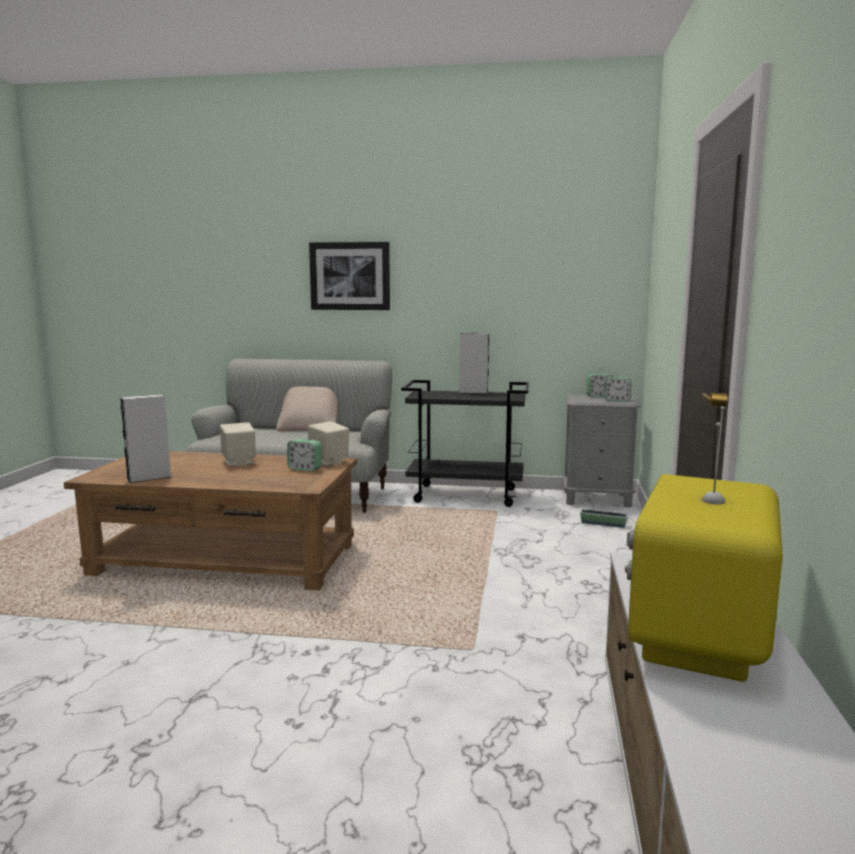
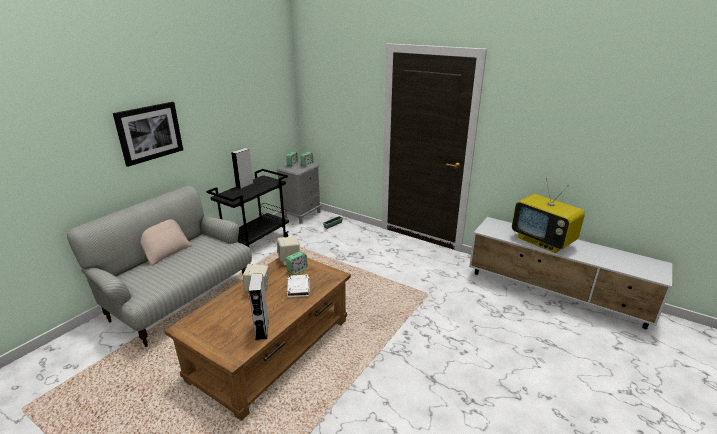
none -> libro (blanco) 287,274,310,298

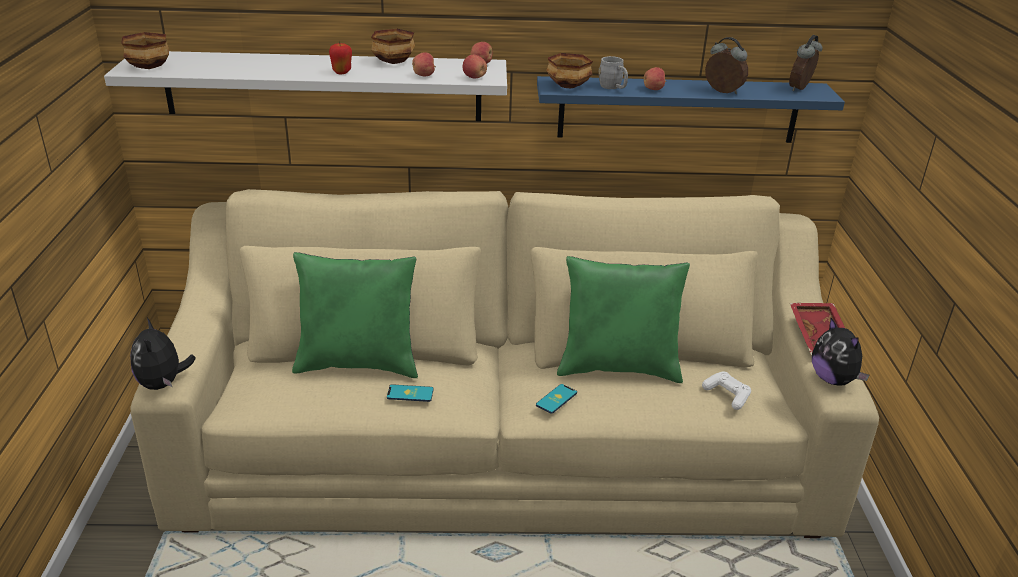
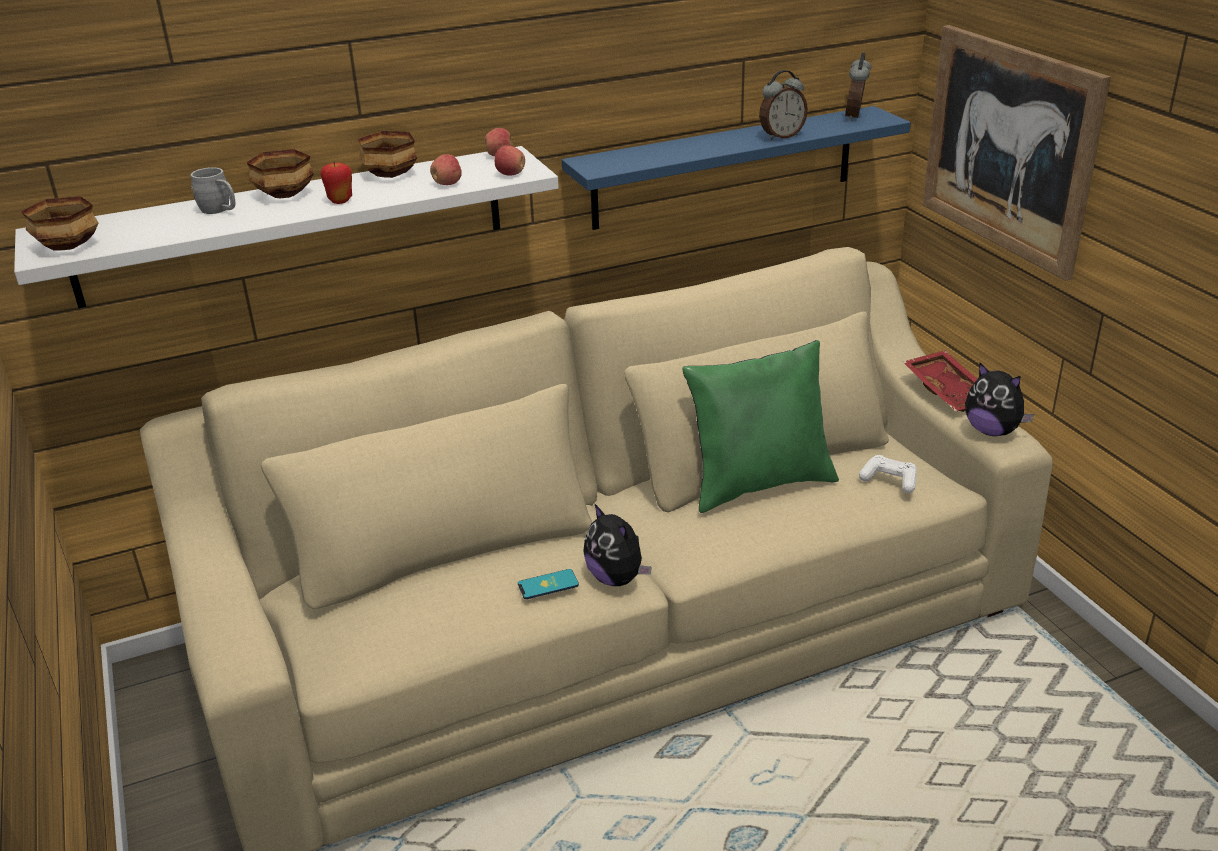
peluche 130,318,196,390 -> peluche 583,503,651,586, move
cojín (verde) 292,252,418,378 -> none
móvil 536,384,577,414 -> none
cuenco 546,53,593,88 -> cuenco 246,149,314,198, move
taza grande (gris) 599,56,628,89 -> taza grande (gris) 191,167,236,214, move
manzana 644,67,666,90 -> none
despertador 705,37,748,94 -> despertador 759,70,808,141, 135 degrees clockwise
none -> cuadro 923,25,1111,281

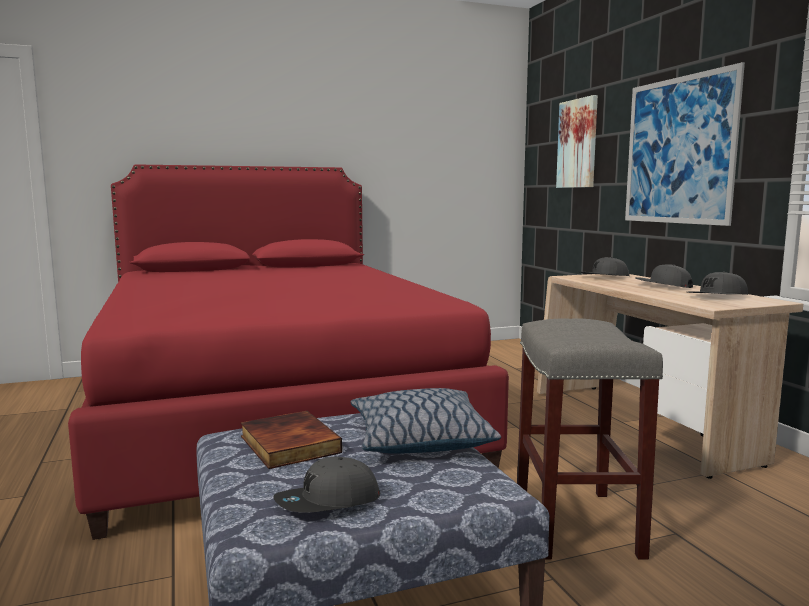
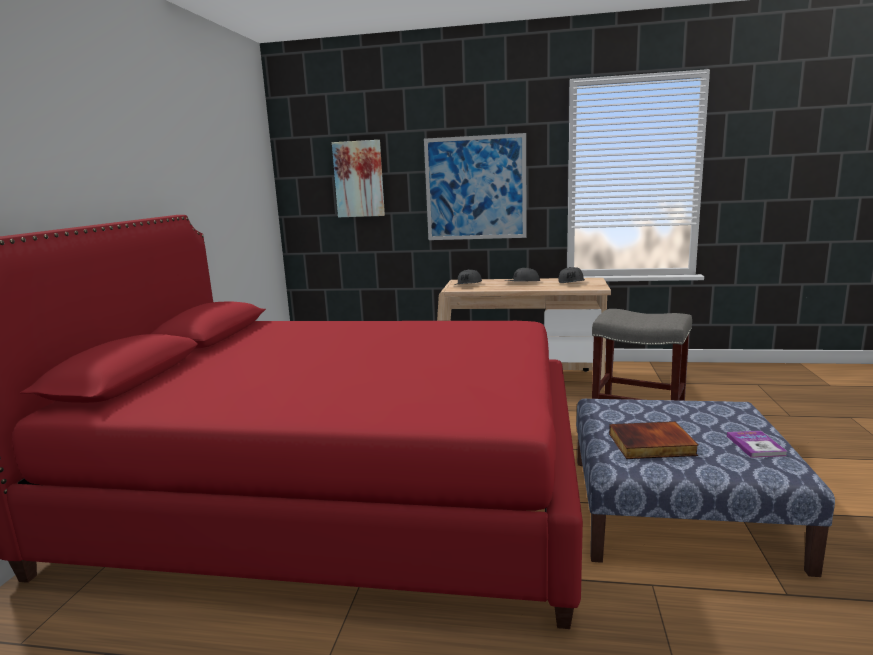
gorra (gris) 274,457,380,513 -> libro 727,431,787,458
cojín 351,388,501,454 -> none

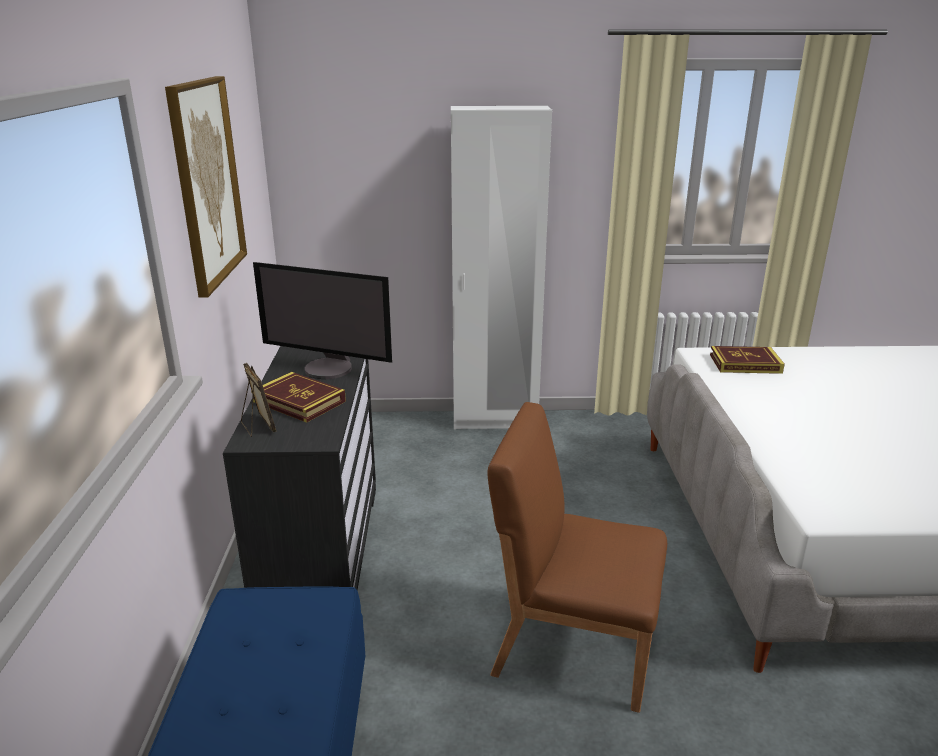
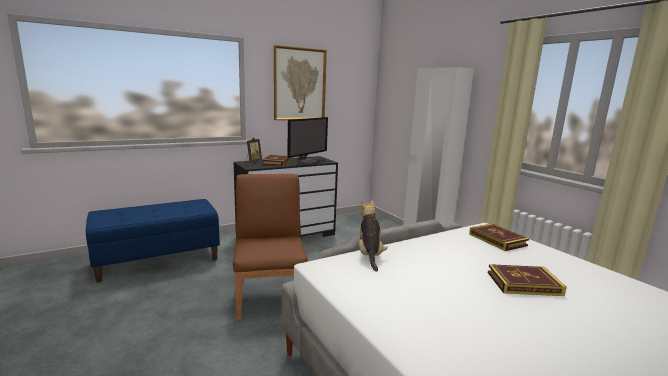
monitor 253,262,392,379 -> monitor 288,117,328,164, 135 degrees counterclockwise
none -> peluche 359,200,388,272
none -> libro 488,264,567,296

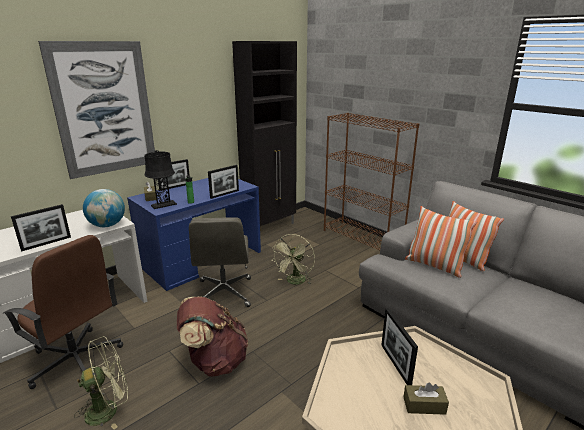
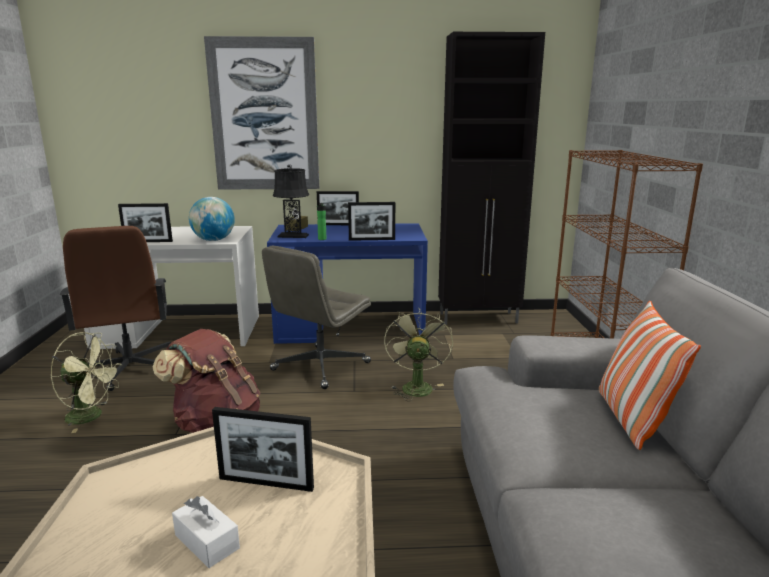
ventilador (verde) 272,234,315,285 -> ventilador (verde) 384,307,453,401, 120 degrees clockwise
portarretratos 381,308,418,385 -> portarretratos 212,407,314,492, 105 degrees counterclockwise
caja de pañuelos (marrón) 403,382,449,415 -> caja de pañuelos (blanco) 172,496,240,568
cojín 405,206,477,278 -> none

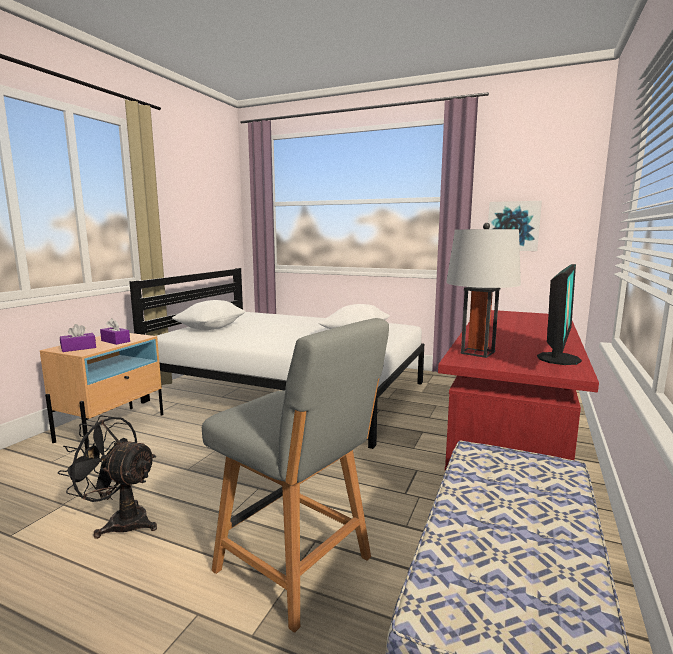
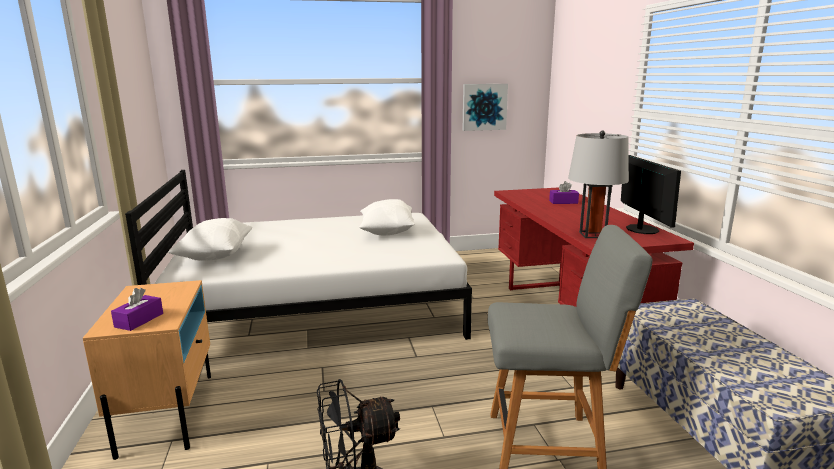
caja de pañuelos (morado) 100,318,130,345 -> caja de pañuelos (morado) 549,181,579,204, move

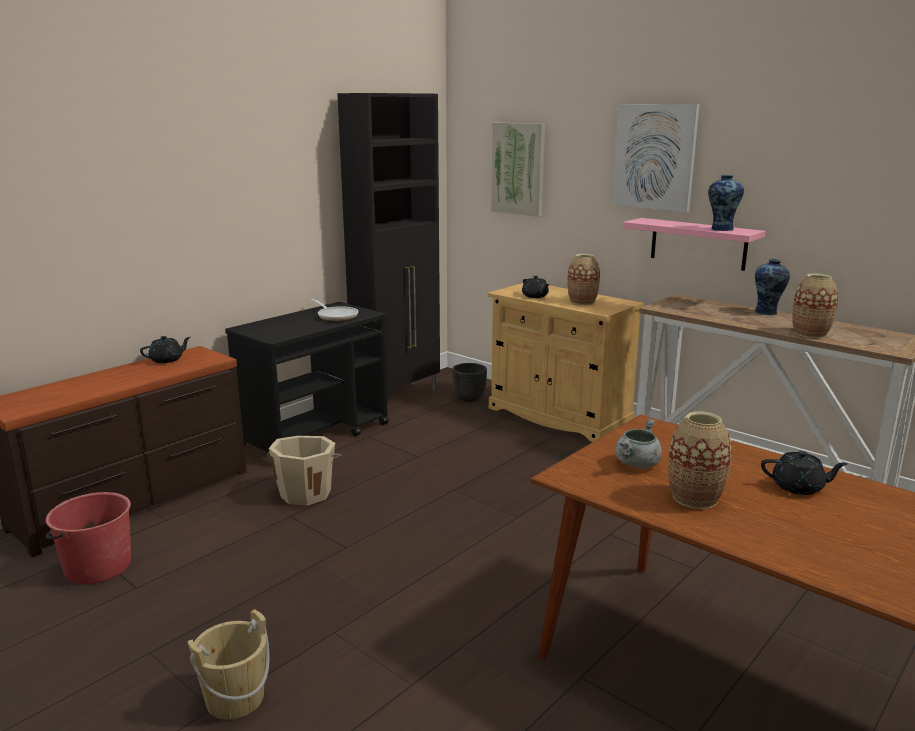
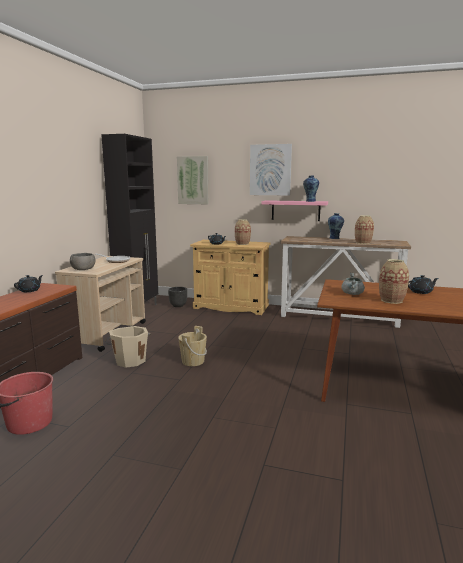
cubo (beis) 187,609,269,720 -> cubo (beis) 178,326,207,366, move
carrito (negro) 225,302,389,452 -> carrito (beis) 55,256,146,352
none -> cuenco (gris) 70,253,96,270

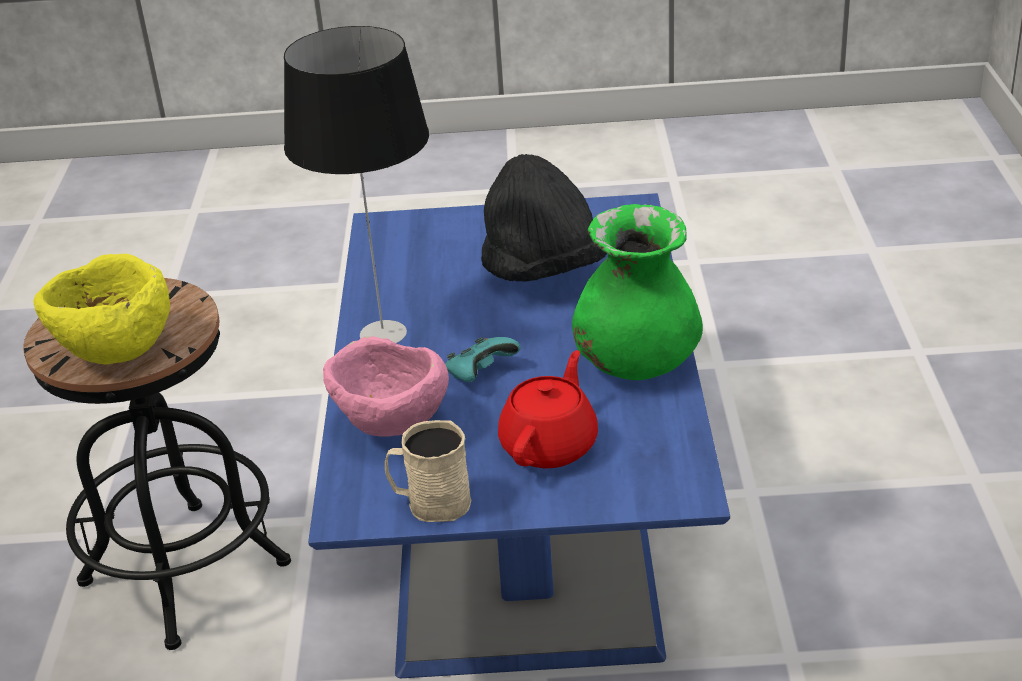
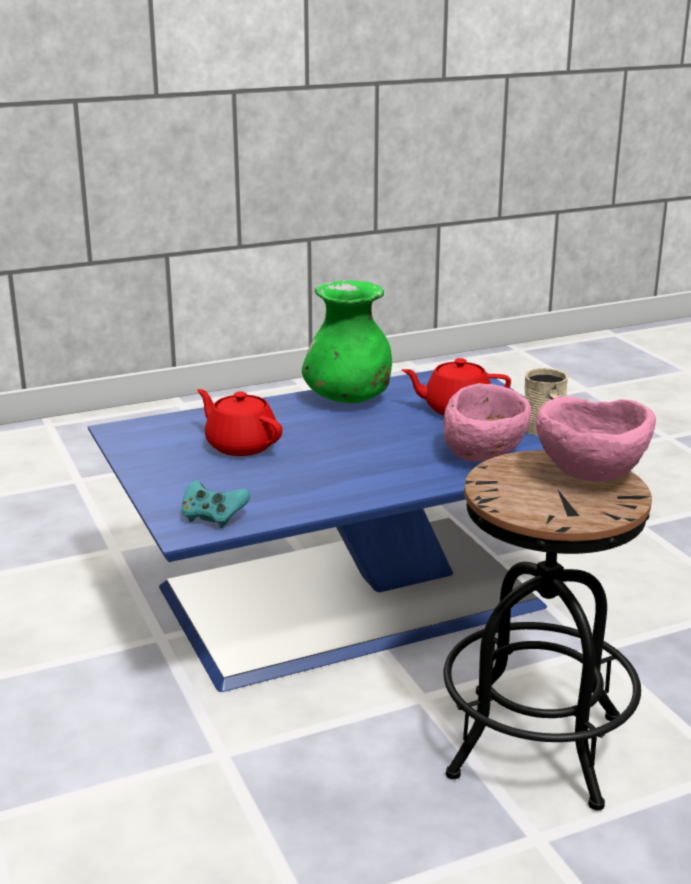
cuenco (amarillo) 33,254,170,365 -> cuenco (rosa) 535,396,656,481
lámpara de mesa 284,26,429,343 -> none
mando de consola (turquesa) 446,337,521,382 -> mando de consola (turquesa) 182,480,250,528, move
sombrero (negro) 481,154,607,282 -> tetera (rojo) 197,389,282,456

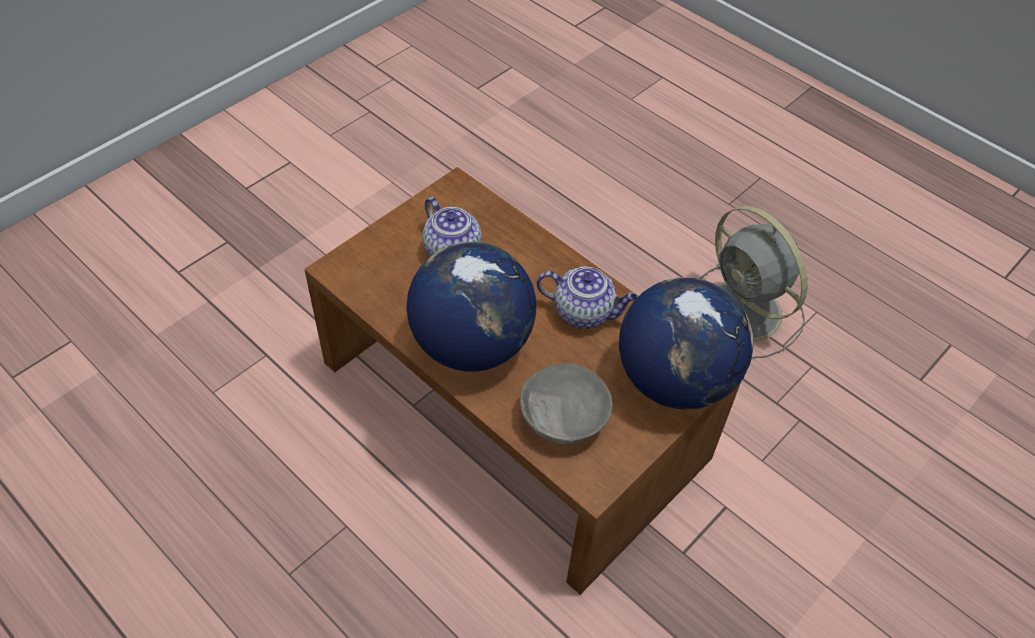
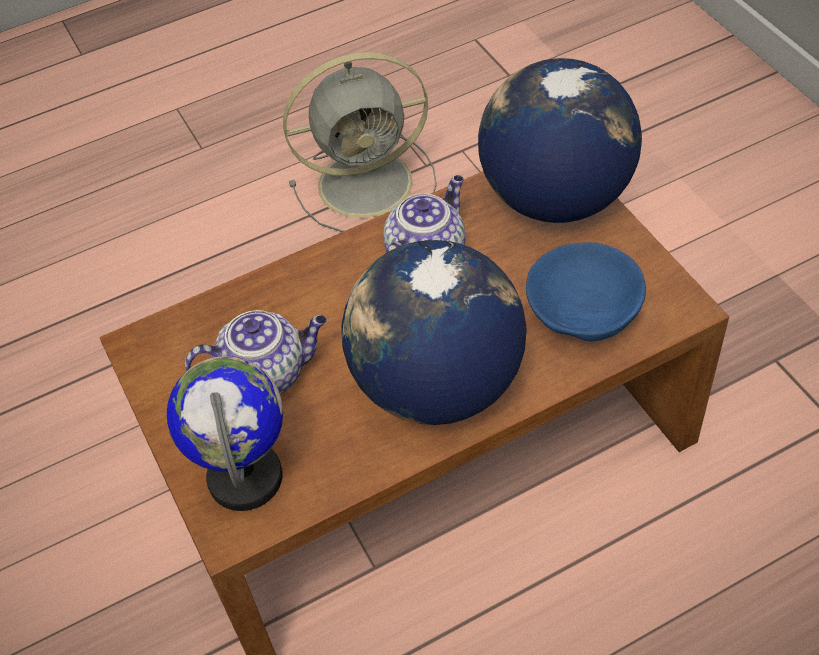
cuenco (gris) 520,364,612,445 -> cuenco (azul) 526,242,646,342
none -> globo terráqueo 167,356,283,511

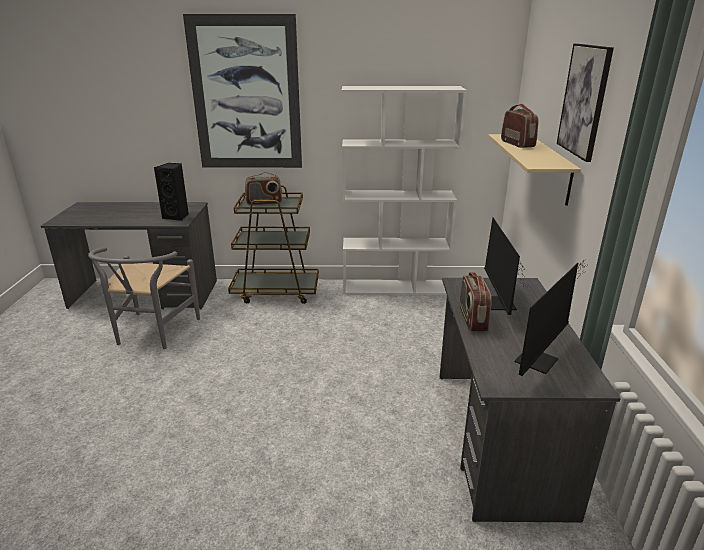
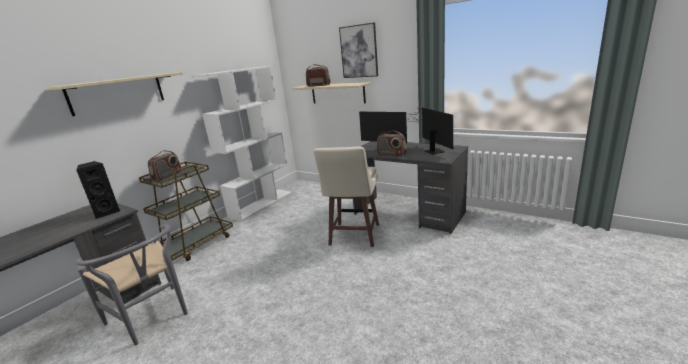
cuadro 183,14,302,168 -> estante (beis) 47,72,183,116
none -> taburete (beis) 314,147,379,247

